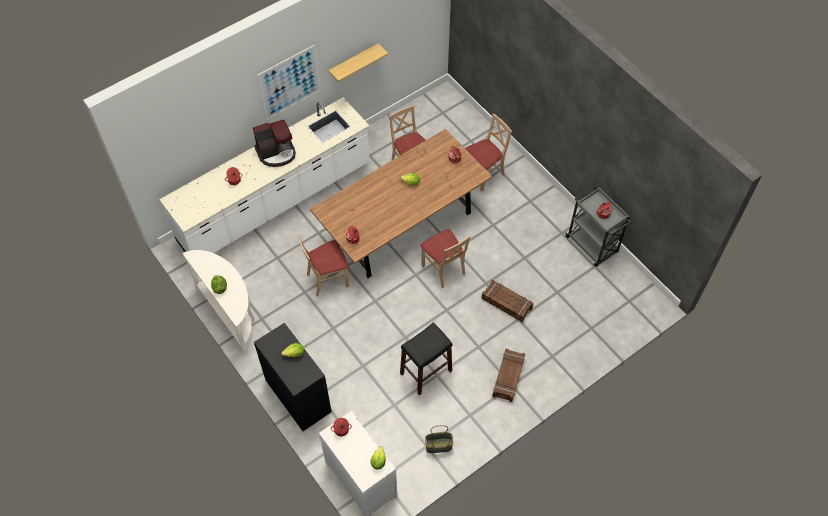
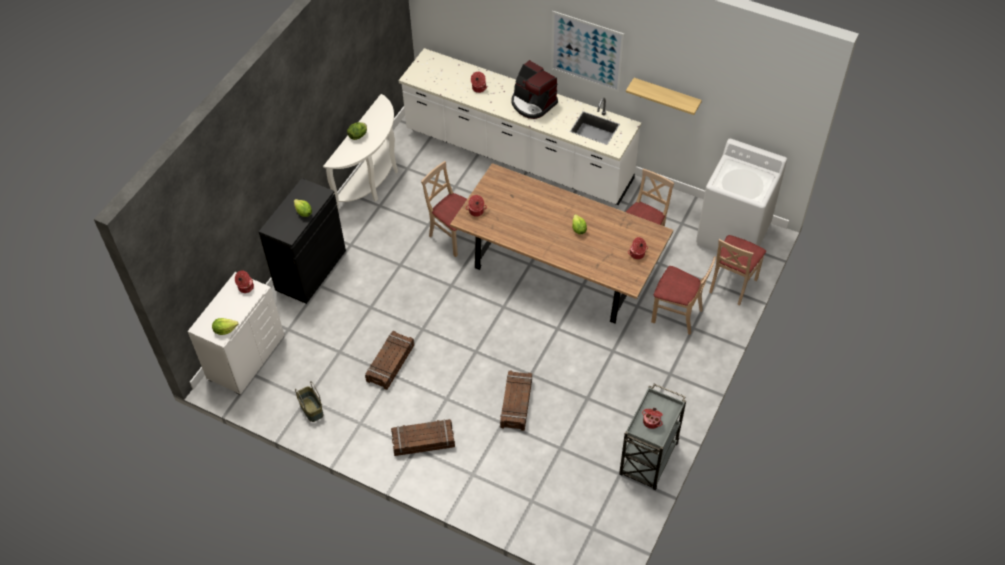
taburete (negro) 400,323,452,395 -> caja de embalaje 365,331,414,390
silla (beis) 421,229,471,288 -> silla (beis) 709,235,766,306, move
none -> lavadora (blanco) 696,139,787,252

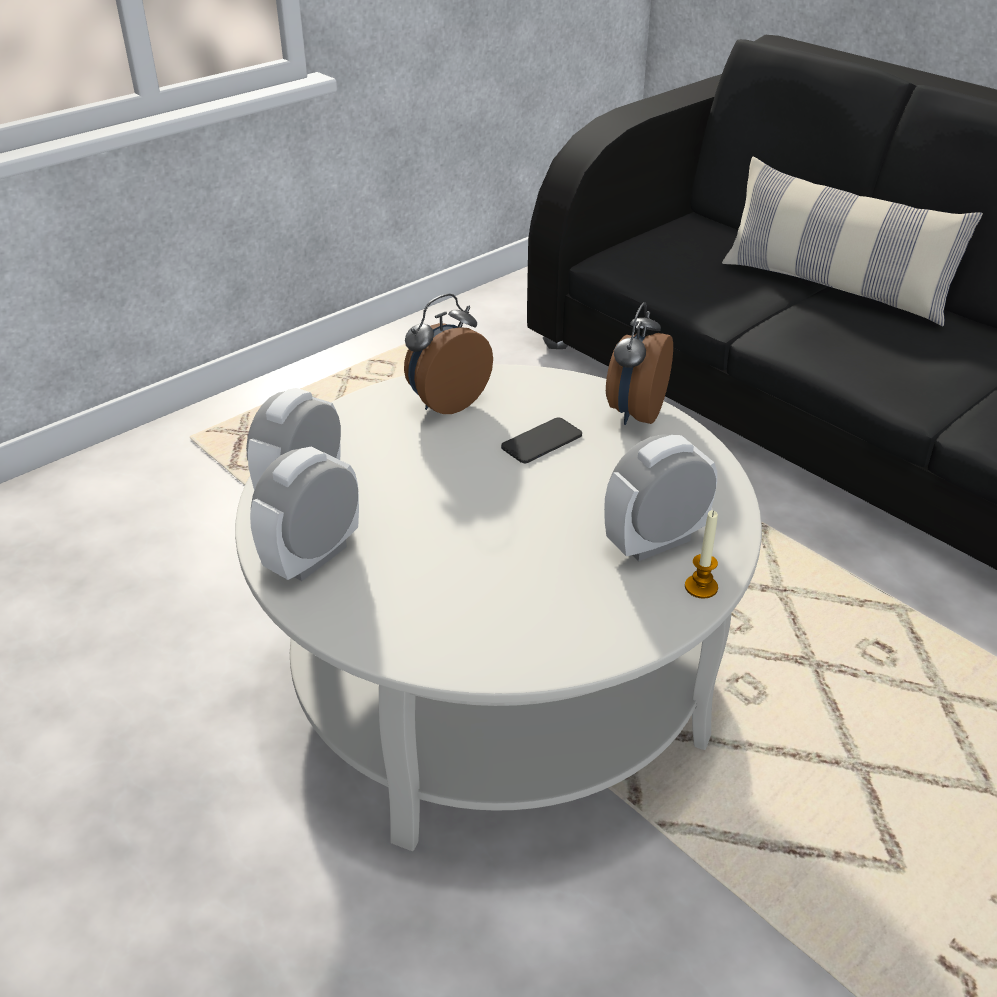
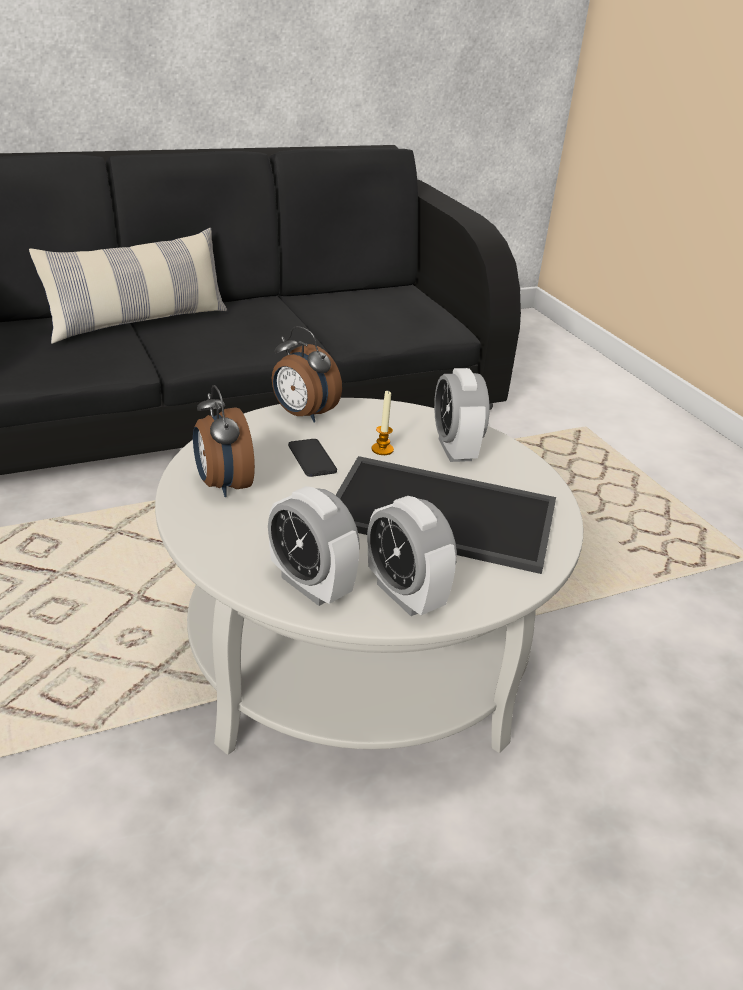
vela 685,510,718,599 -> vela 371,390,394,455, move
none -> bandeja 336,456,556,574

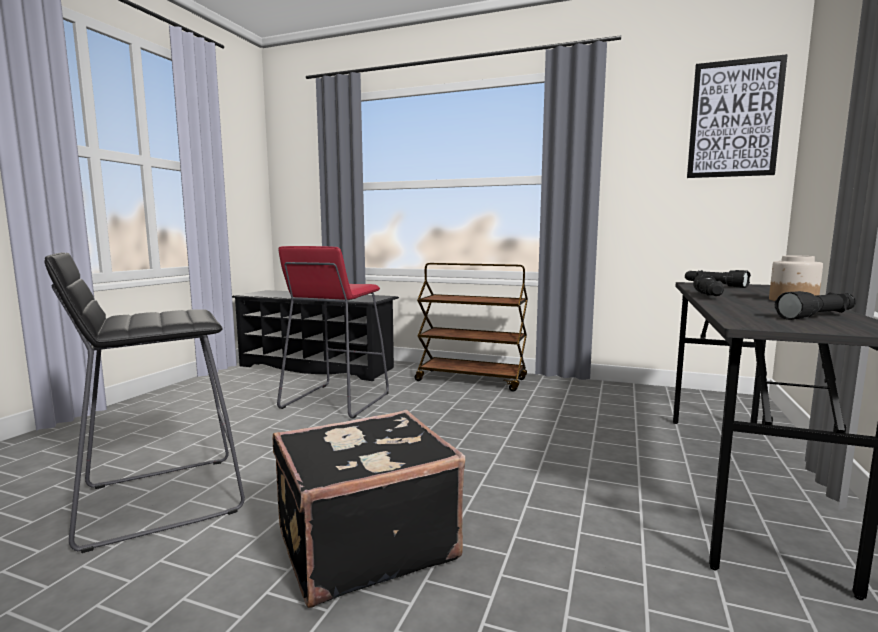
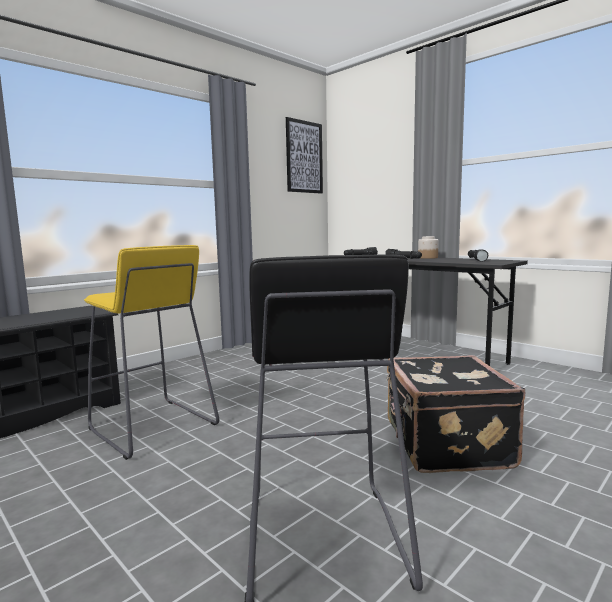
taburete (rojo) 277,246,389,419 -> taburete (amarillo) 84,245,219,460
carrito (marrón) 414,263,528,392 -> none

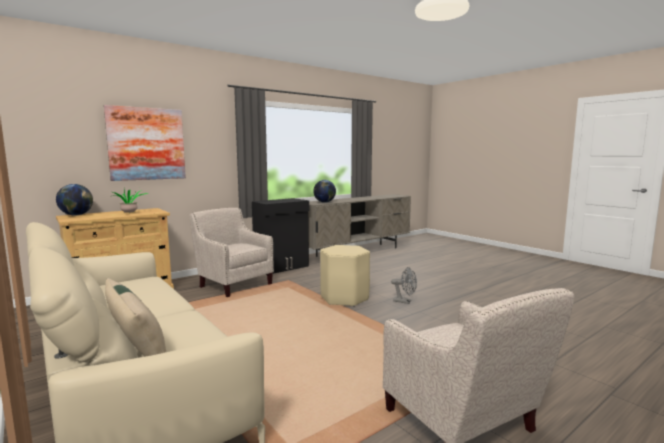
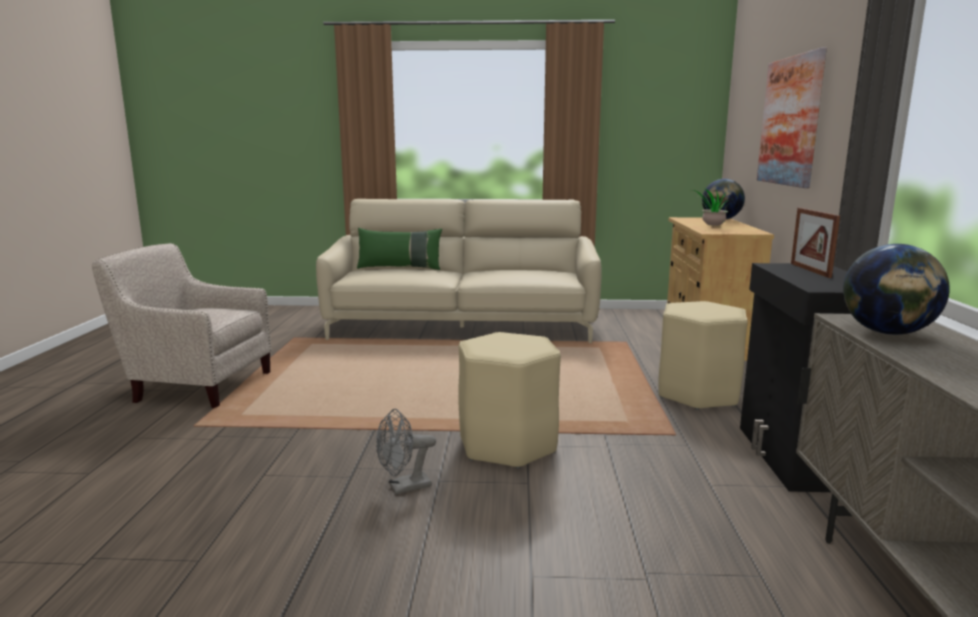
cojín (beis) 105,278,166,357 -> cojín (verde) 357,228,442,270
sillón (beis) 189,208,274,297 -> taburete (beis) 658,301,748,410
none -> portarretratos 791,208,840,278

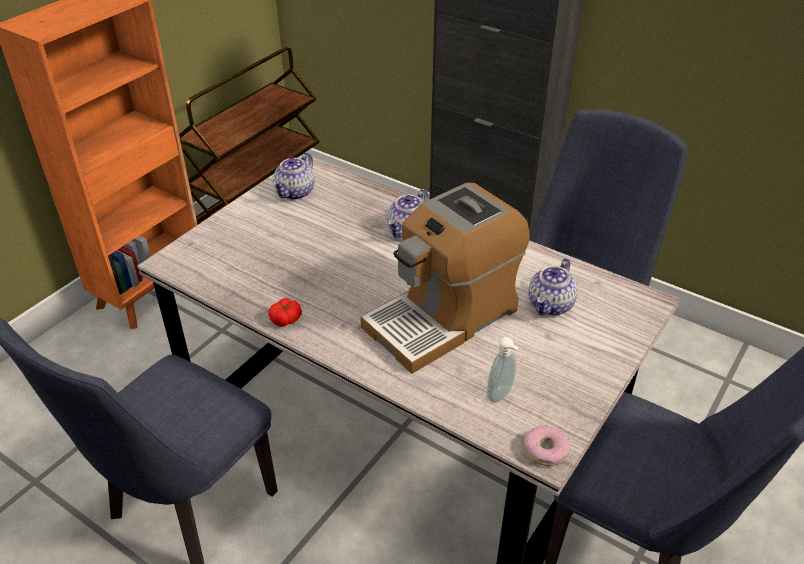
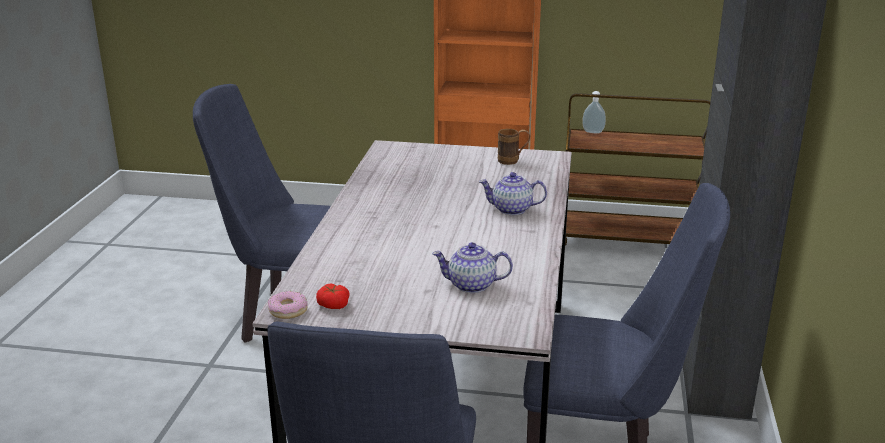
tomate 268,298,302,327 -> tomate 316,284,350,309, move
tetera 273,152,315,200 -> taza grande (marrón) 498,129,530,165
cafetera 360,183,530,374 -> none
dispensador de jabón 487,337,518,403 -> dispensador de jabón 582,91,606,134, move

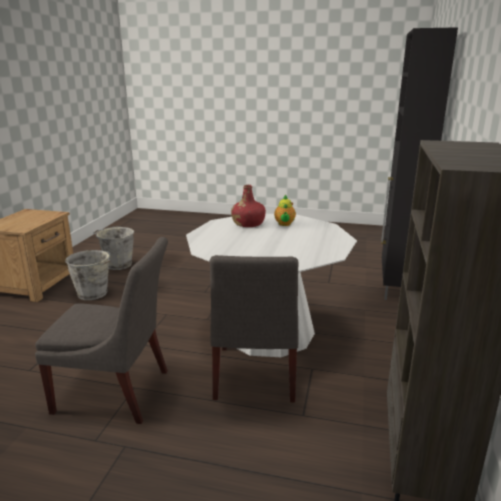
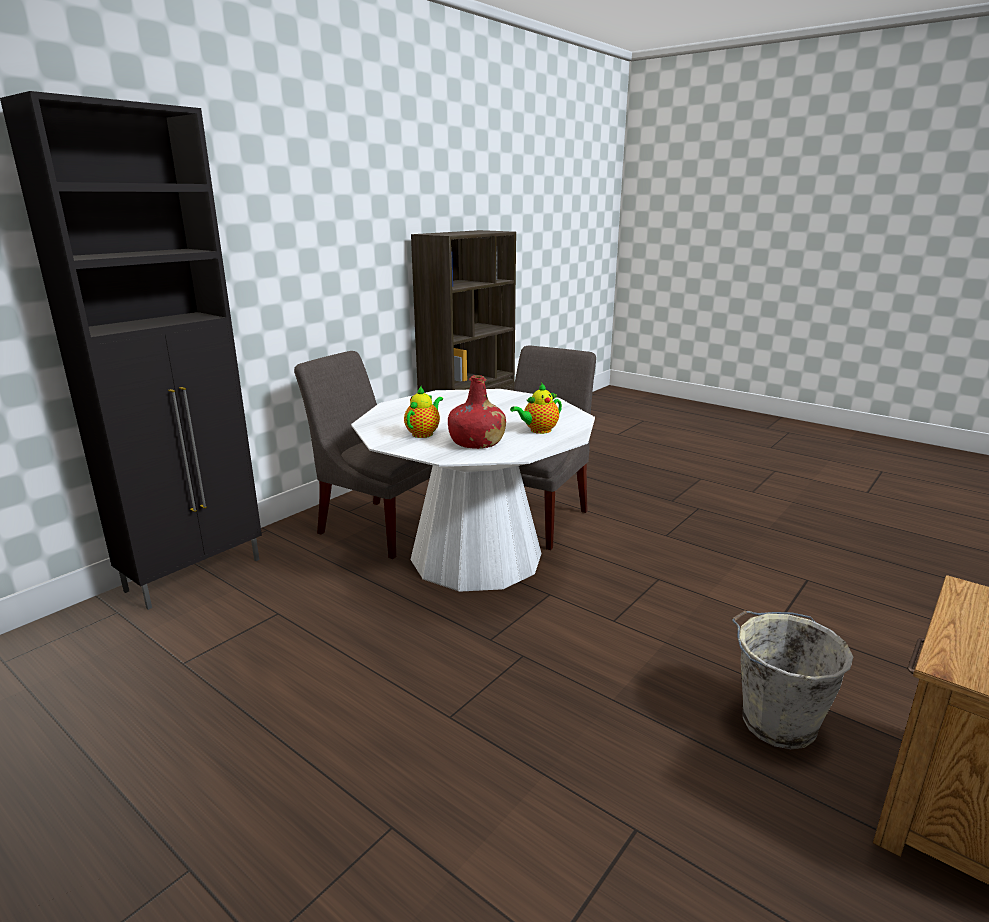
silla (gris) 35,237,168,424 -> silla (gris) 294,351,433,559, move
cubo (gris) 93,226,134,270 -> none
none -> tetera 510,383,562,434

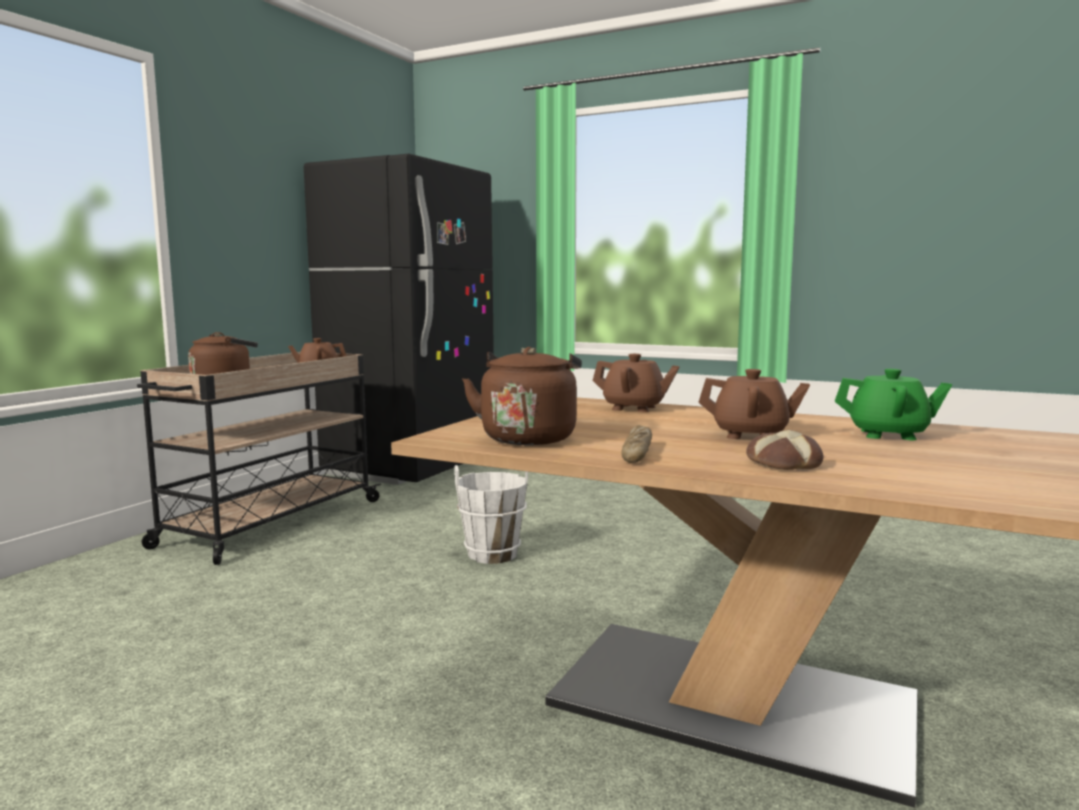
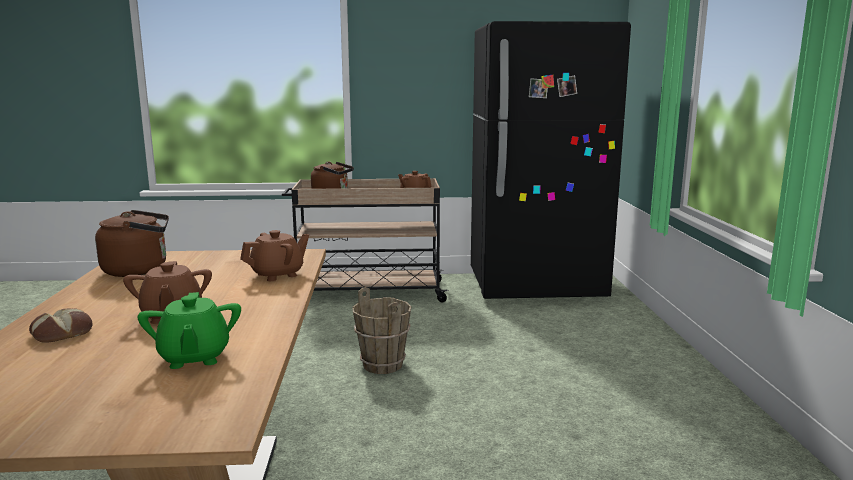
cubo (blanco) 454,465,528,564 -> cubo (marrón) 352,287,412,374
tetera (marrón) 593,354,680,412 -> tetera (marrón) 240,230,309,281, 120 degrees counterclockwise
pan 622,425,652,463 -> none

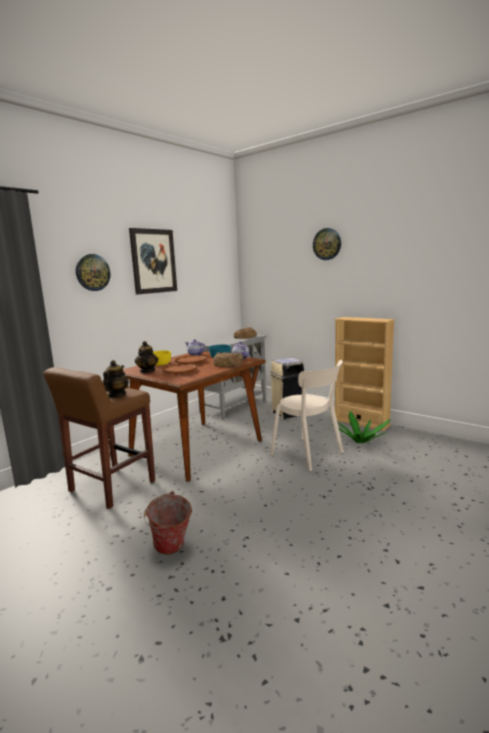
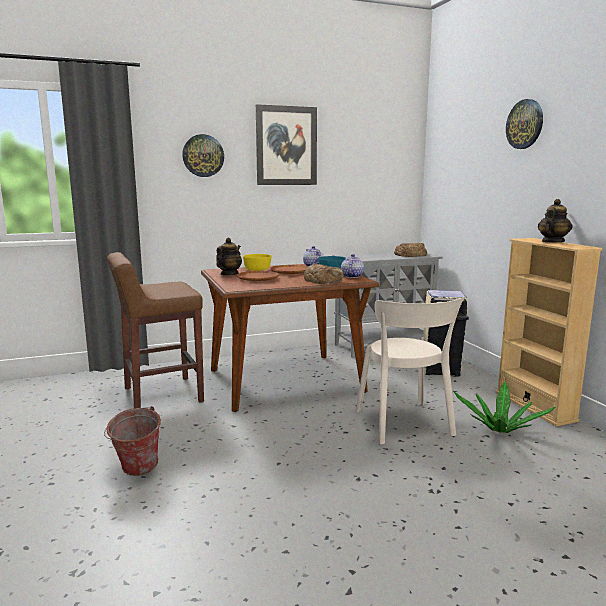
tetera 102,360,129,397 -> tetera 538,199,572,242, move

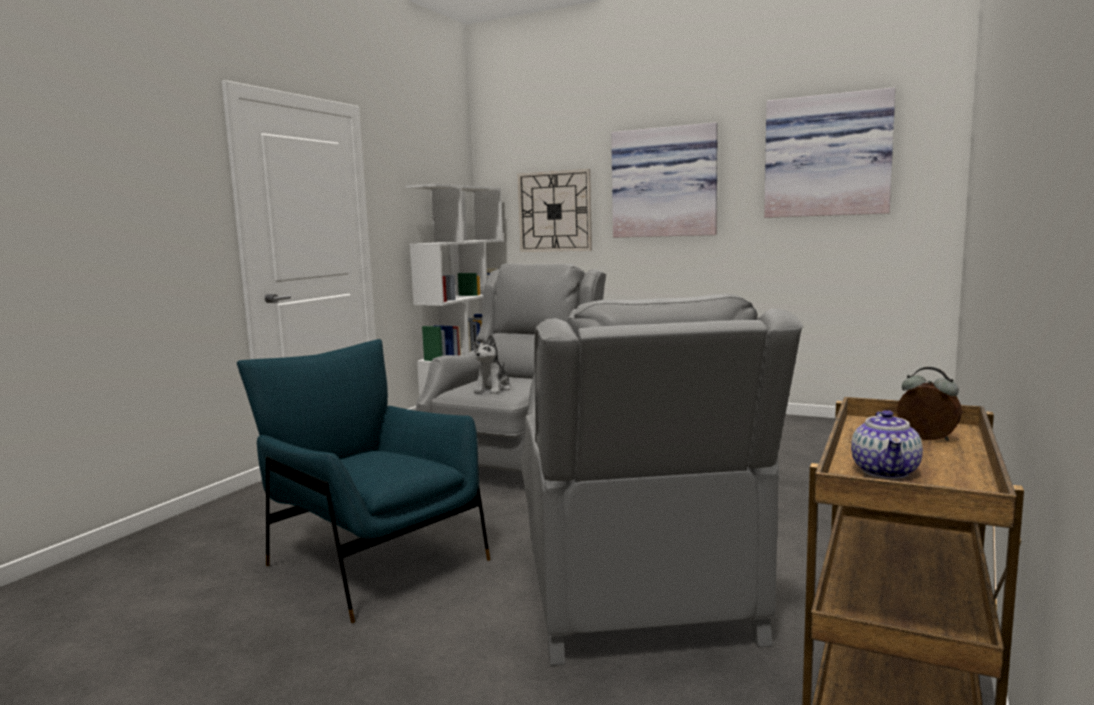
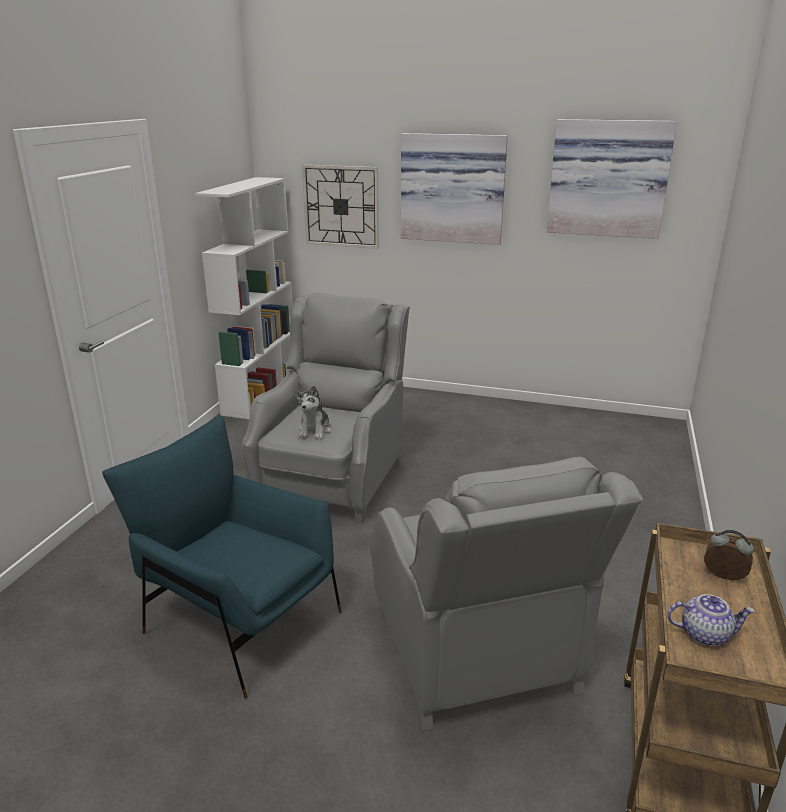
tetera 851,410,923,479 -> tetera 667,594,755,646, 90 degrees counterclockwise

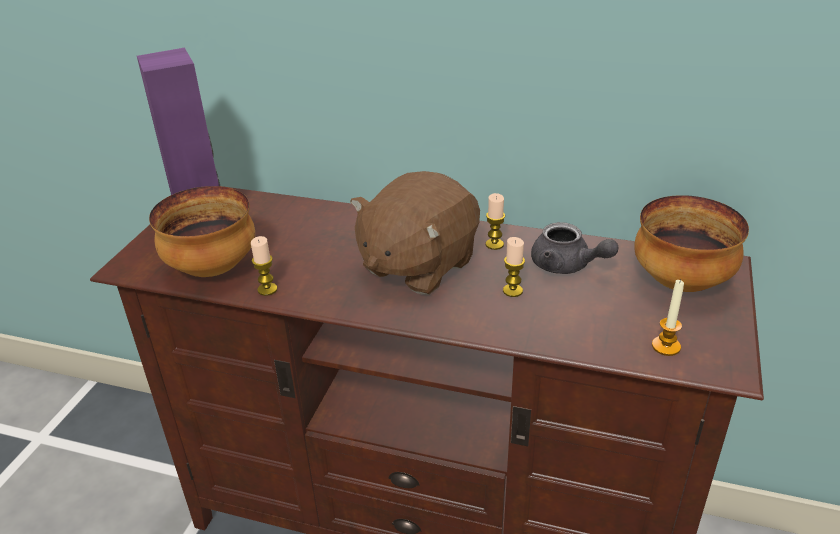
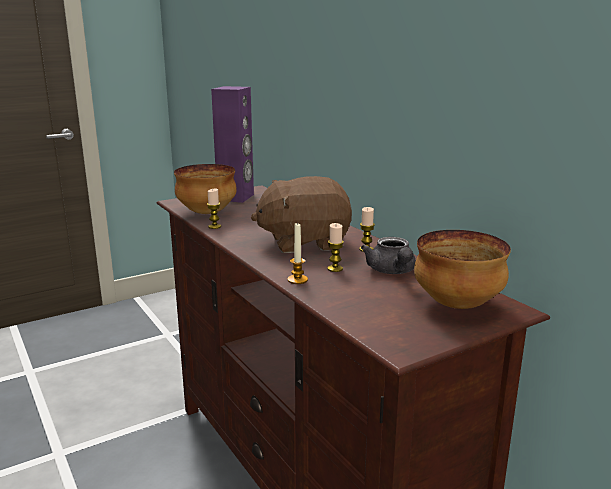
vela 652,279,684,356 -> vela 287,222,308,284, move

